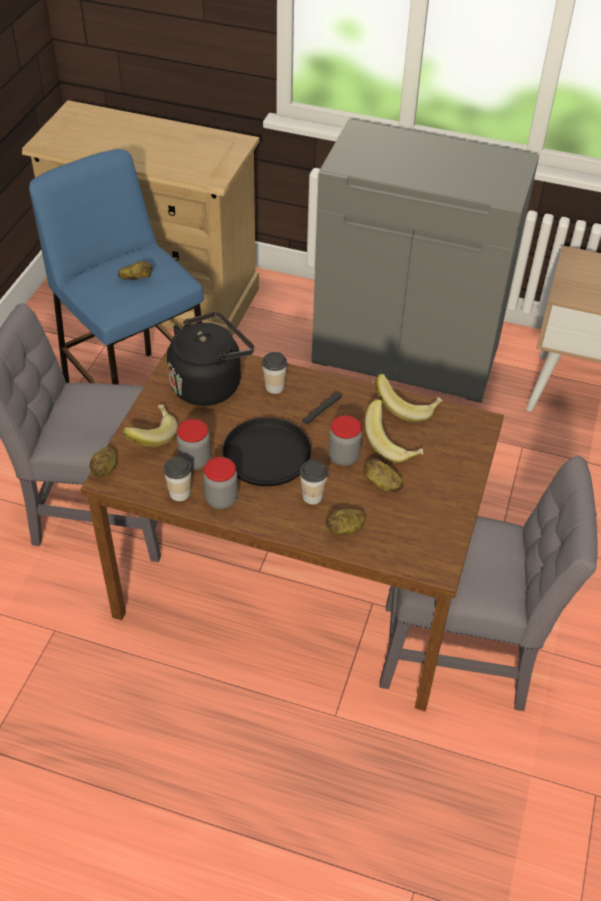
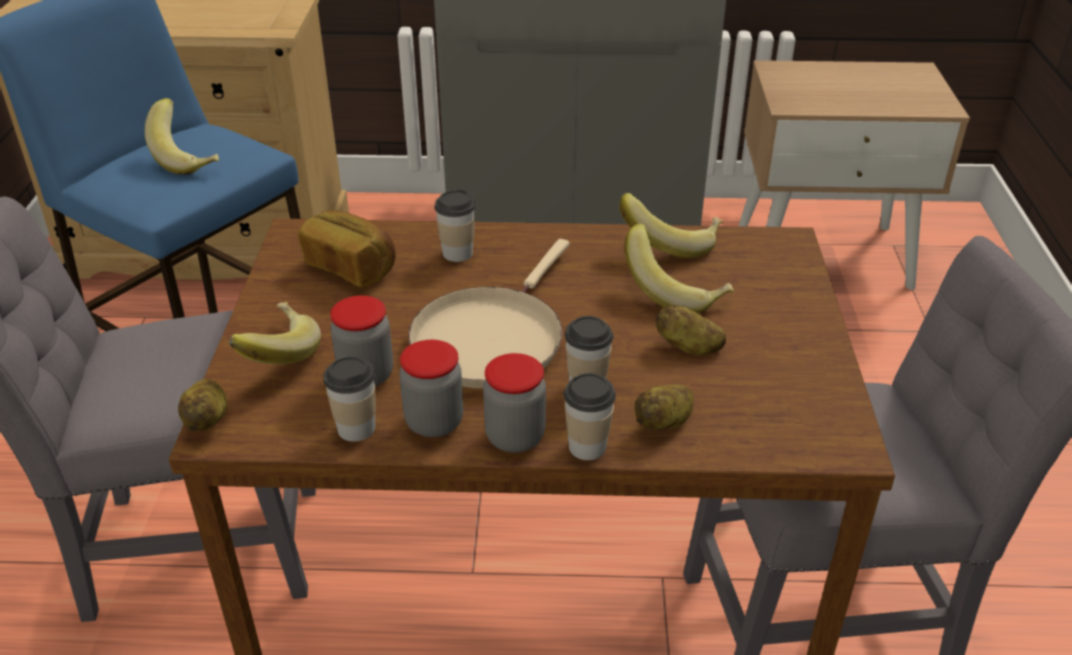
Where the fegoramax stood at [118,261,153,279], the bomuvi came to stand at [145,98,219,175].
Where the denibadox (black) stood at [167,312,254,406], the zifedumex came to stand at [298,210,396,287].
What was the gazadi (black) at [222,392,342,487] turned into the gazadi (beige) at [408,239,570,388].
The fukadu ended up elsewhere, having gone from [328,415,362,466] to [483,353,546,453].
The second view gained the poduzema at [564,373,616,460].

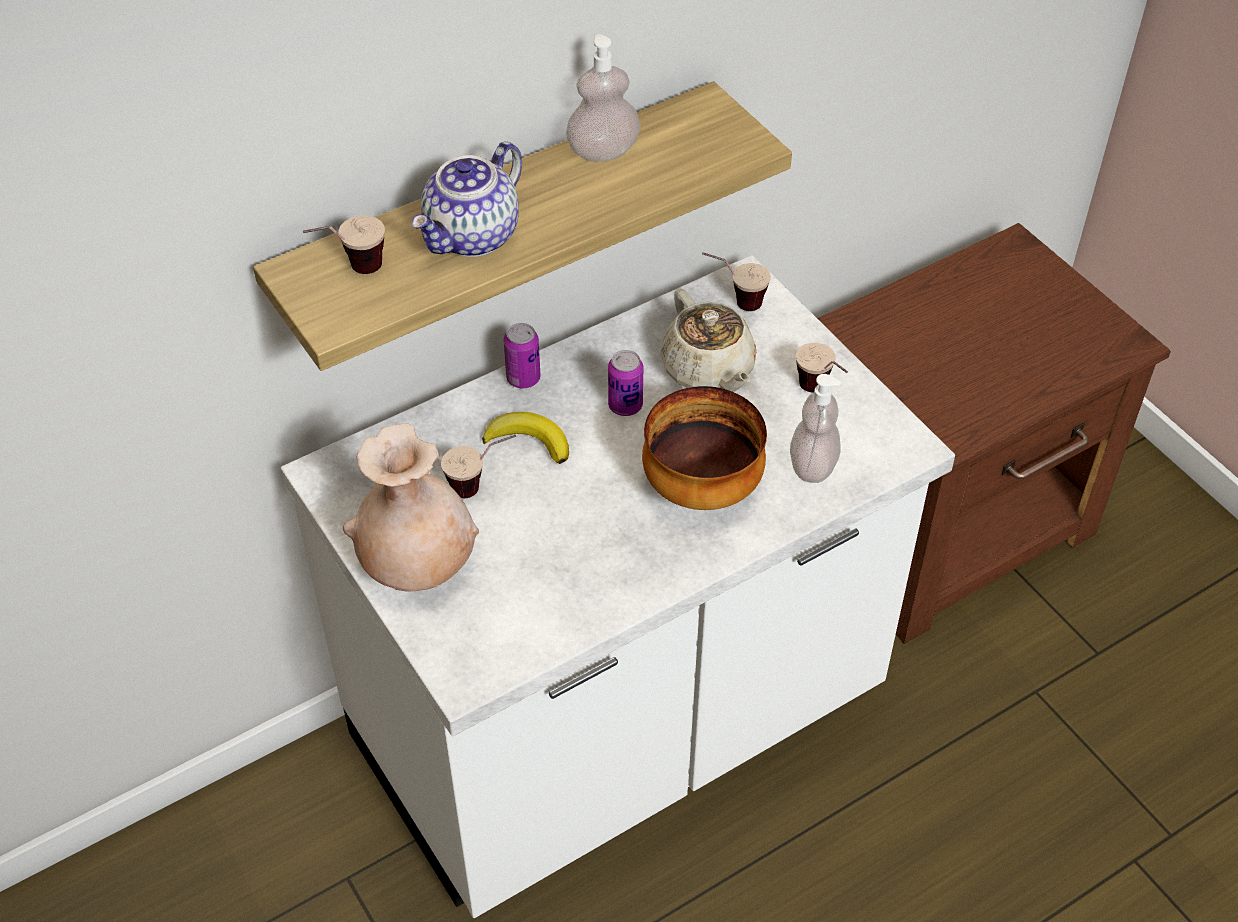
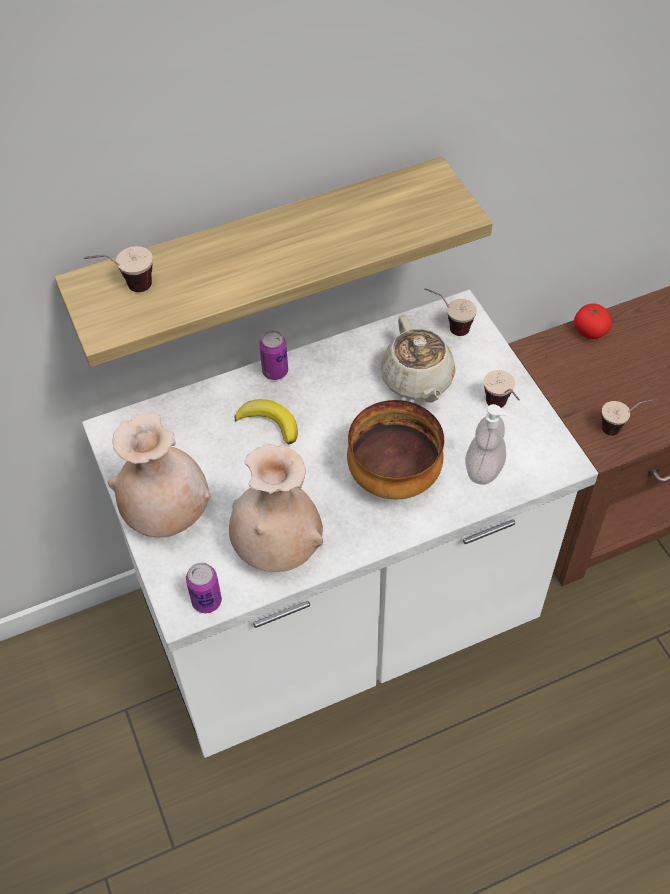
The second view lost the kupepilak at [566,34,641,162].
The second view lost the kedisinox at [411,141,522,257].
The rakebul ended up elsewhere, having gone from [608,350,643,416] to [186,563,222,613].
The poduzema ended up elsewhere, having gone from [441,435,516,498] to [602,398,658,436].
The second view gained the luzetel at [574,303,612,339].
The second view gained the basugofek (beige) at [229,445,323,572].

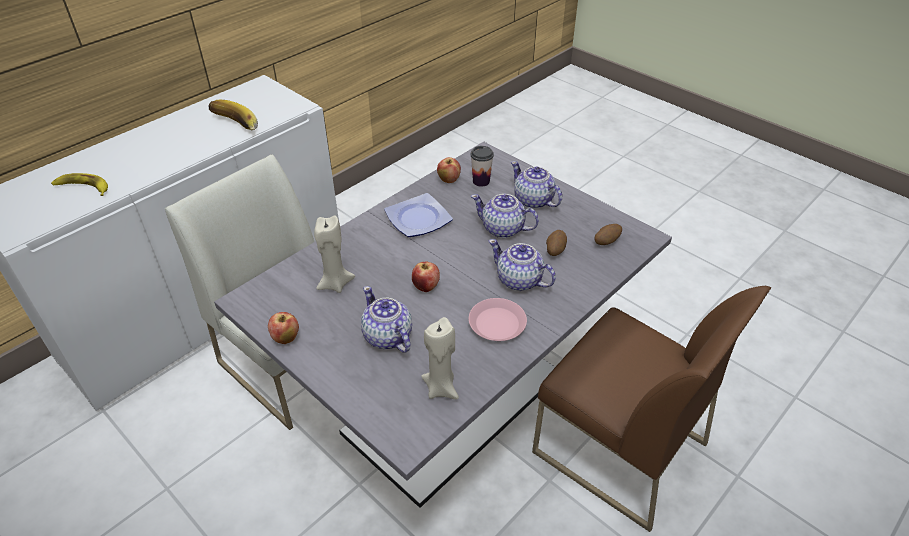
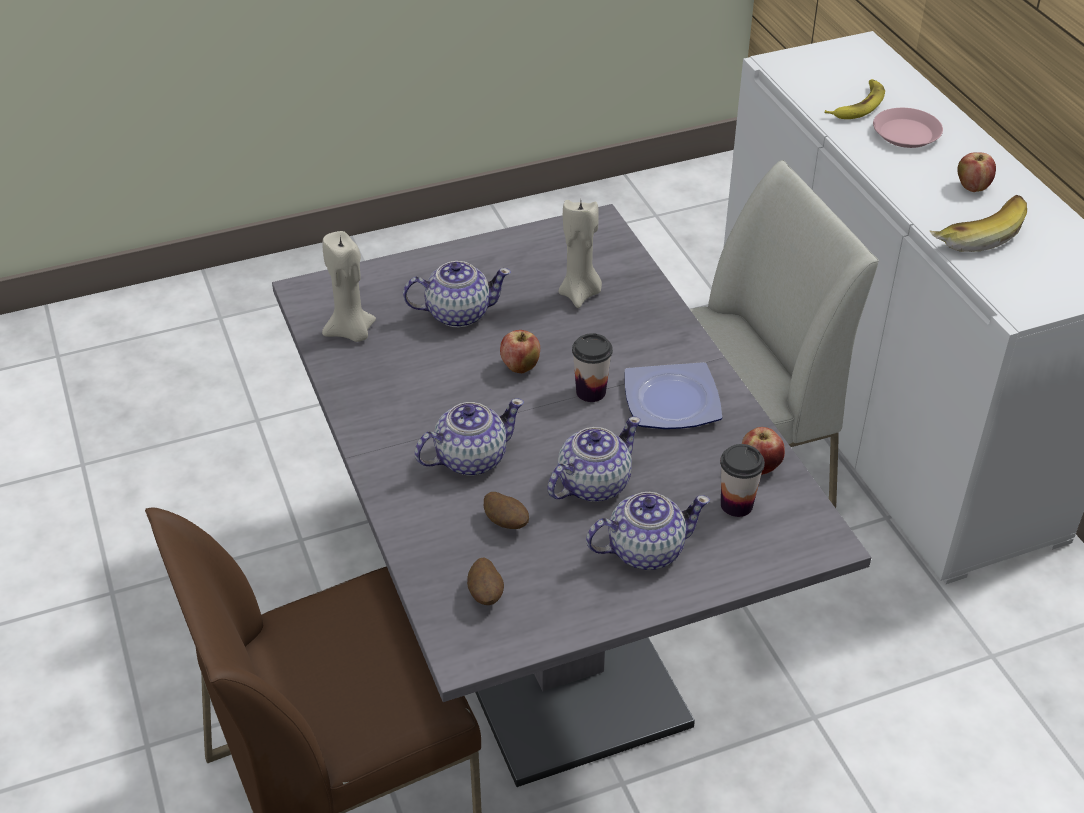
The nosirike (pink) ended up elsewhere, having gone from [469,298,527,341] to [873,108,943,148].
The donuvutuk ended up elsewhere, having gone from [268,312,299,344] to [957,153,996,192].
The second view gained the poduzema at [572,333,613,402].

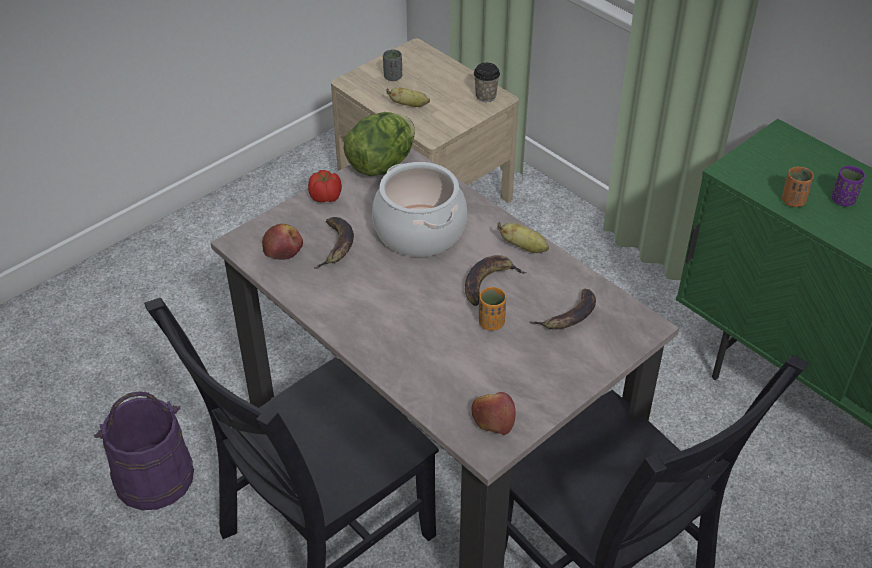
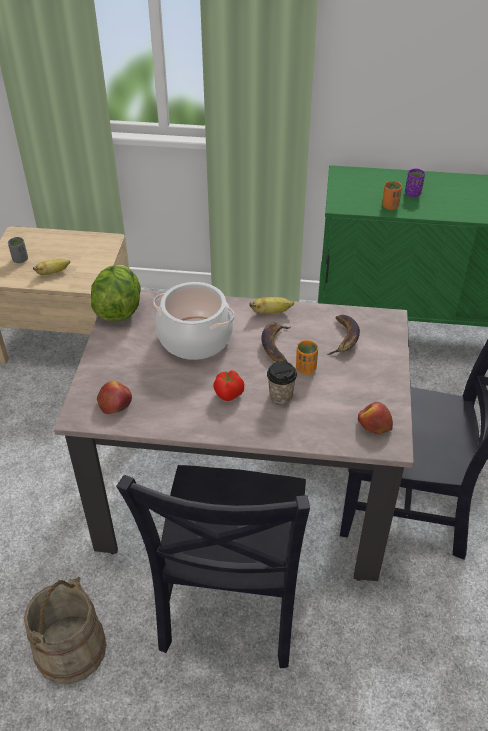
The poduzema ended up elsewhere, having gone from [474,63,500,102] to [267,361,297,404].
The luzetel ended up elsewhere, having gone from [308,170,342,202] to [213,371,244,401].
The second view lost the bomuvi at [314,217,354,269].
What was the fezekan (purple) at [94,391,194,510] turned into the fezekan (beige) at [24,576,106,684].

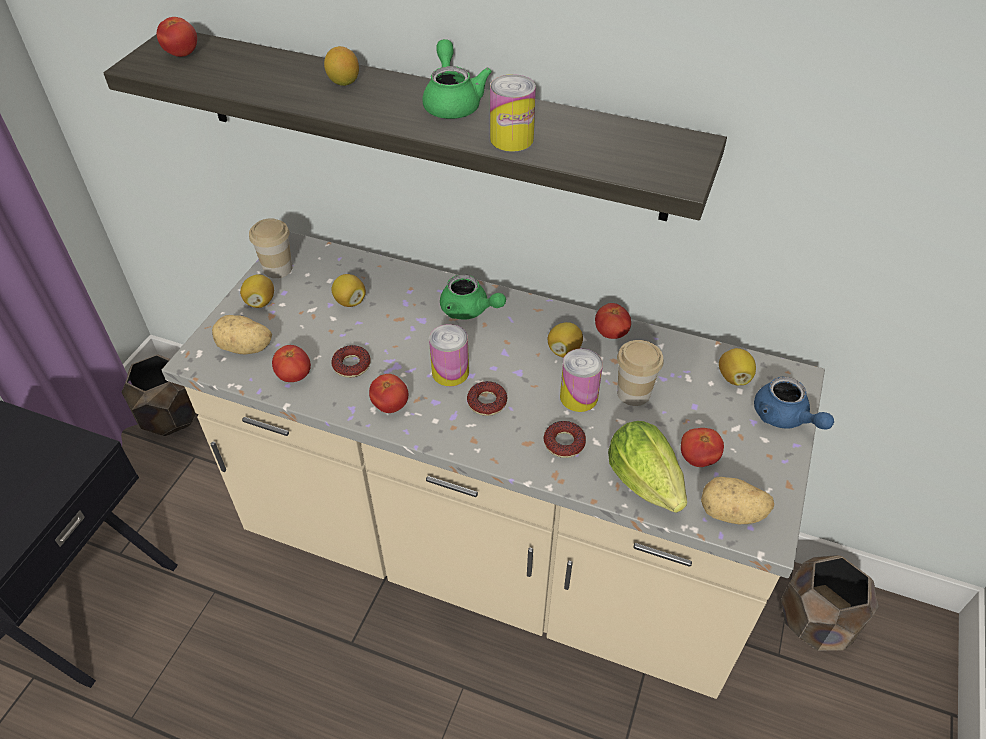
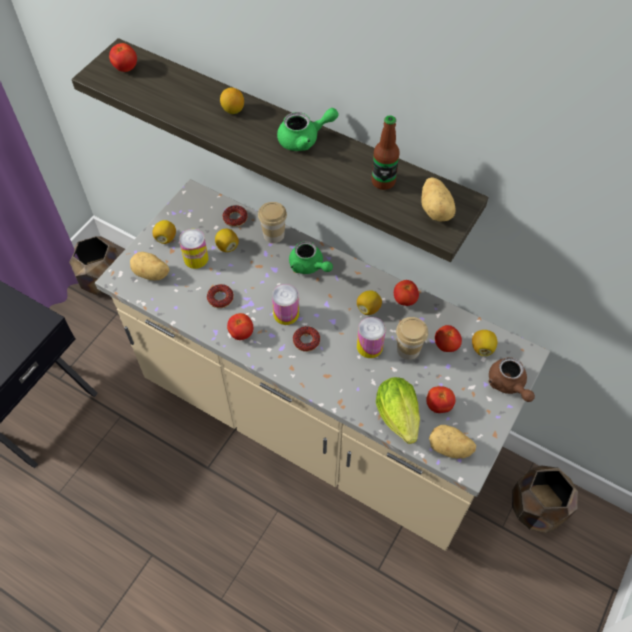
The kedisinox (green) at [422,39,492,119] ended up facing another way, 75 degrees clockwise from before.
The rakebul ended up elsewhere, having gone from [490,74,536,152] to [179,229,209,269].
The poduzema ended up elsewhere, having gone from [249,218,292,278] to [258,202,287,243].
The luzetel ended up elsewhere, having gone from [272,345,311,382] to [435,325,462,352].
What was the kedisinox (blue) at [754,377,834,429] turned into the kedisinox (brown) at [488,357,535,402].
The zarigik ended up elsewhere, having gone from [543,421,586,458] to [223,205,248,227].
The second view gained the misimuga at [371,115,400,190].
The second view gained the fegoramax at [421,177,456,222].

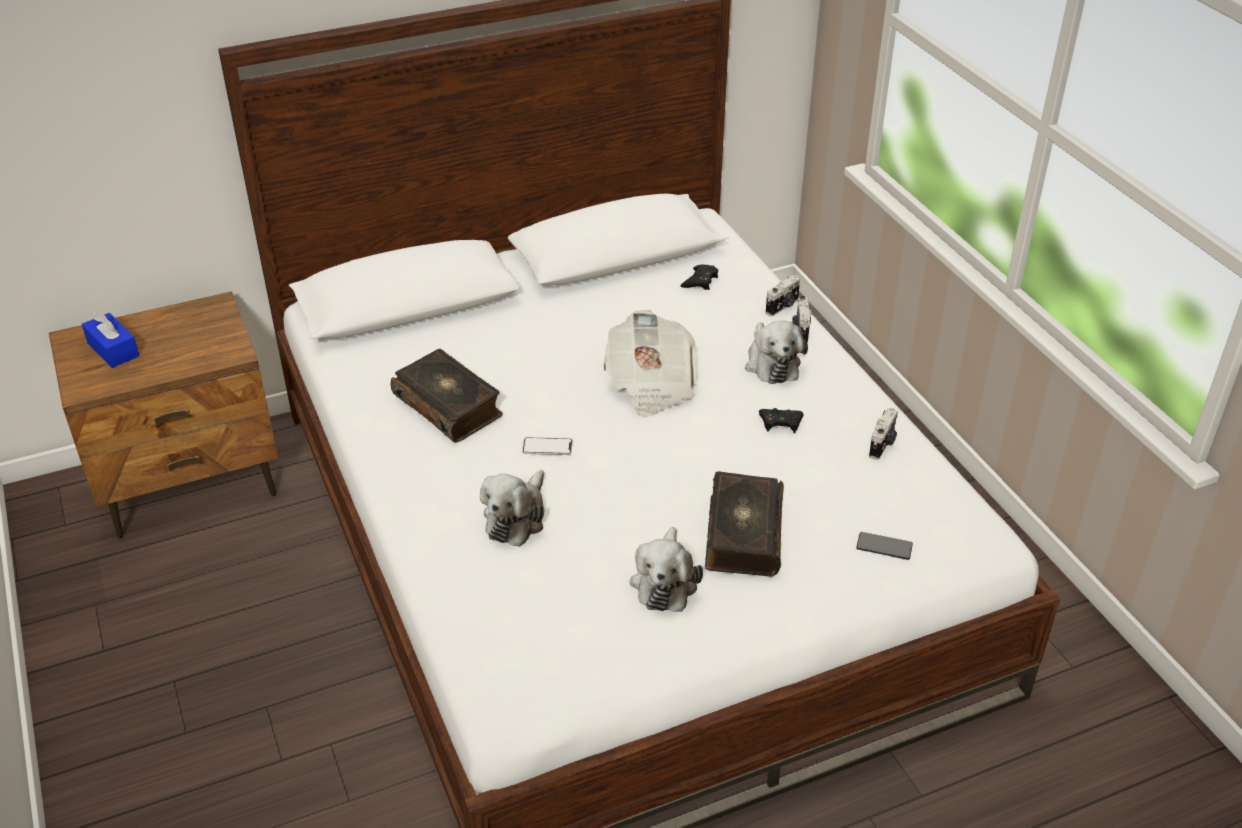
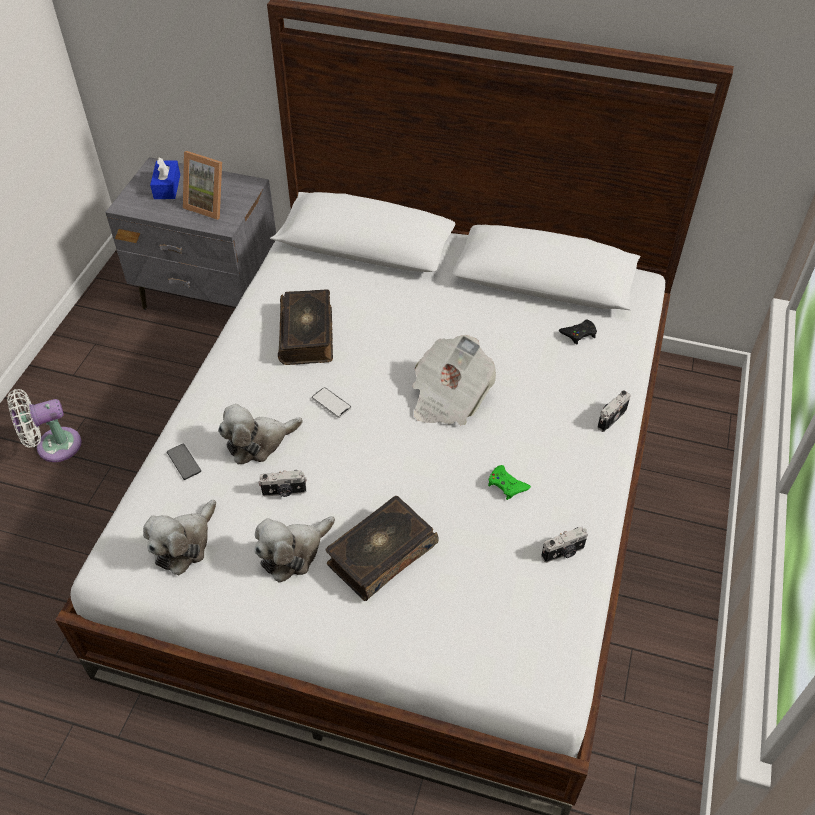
The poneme ended up elsewhere, having gone from [766,275,800,316] to [258,470,307,497].
What was the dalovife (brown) at [49,291,279,538] turned into the dalovife (grey) at [105,157,276,310].
The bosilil ended up elsewhere, having gone from [745,321,808,384] to [143,499,216,575].
What was the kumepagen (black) at [759,408,804,433] turned into the kumepagen (green) at [488,465,531,500].
The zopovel ended up elsewhere, having gone from [856,532,913,560] to [167,444,201,480].
The second view gained the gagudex at [183,151,222,220].
The second view gained the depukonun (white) at [7,389,82,462].

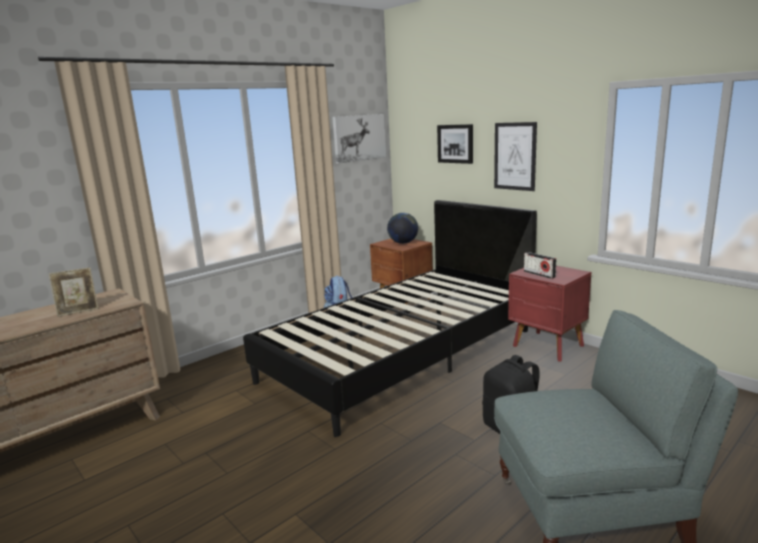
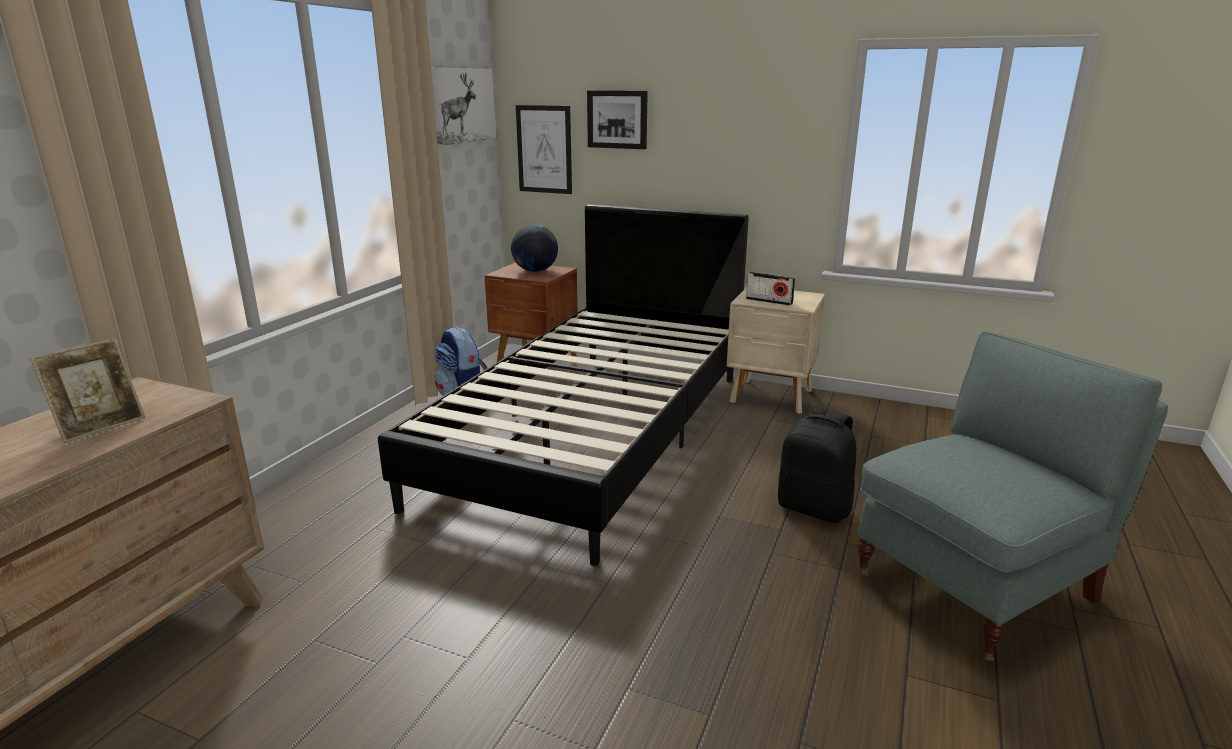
The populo ended up elsewhere, having gone from [494,122,537,191] to [516,105,572,194].
What was the dalovife (red) at [508,266,591,361] turned into the dalovife (beige) at [727,287,825,414].

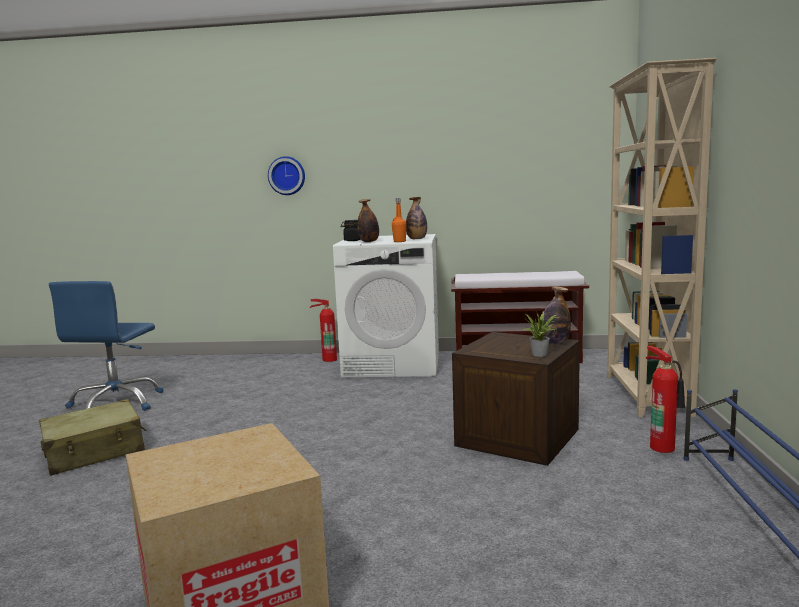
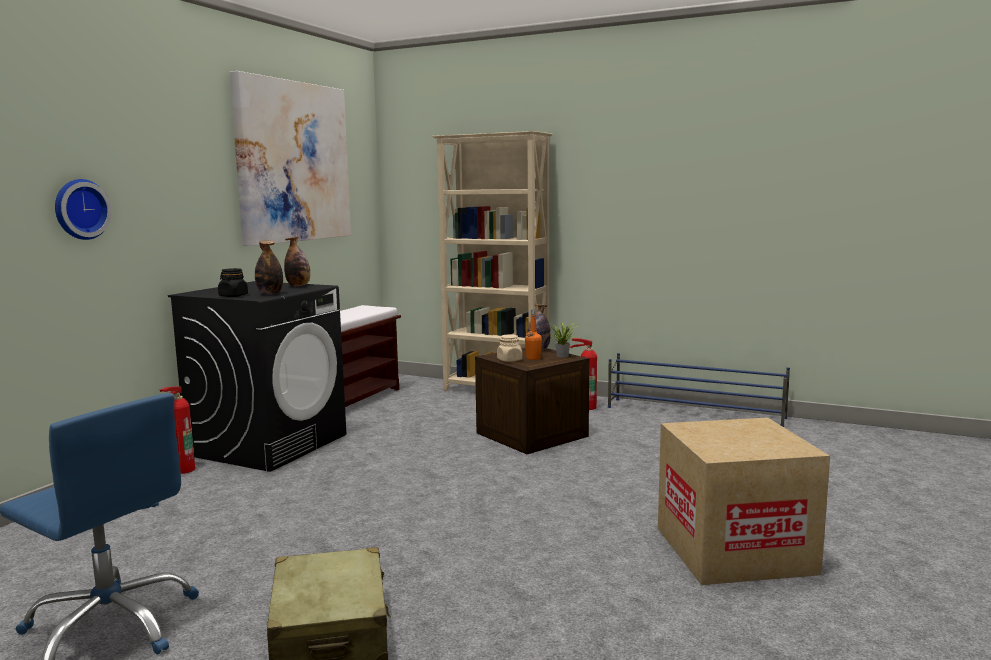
The misimuga (orange) ended up elsewhere, having gone from [392,198,407,242] to [525,310,542,360].
What was the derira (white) at [333,234,439,377] turned into the derira (black) at [168,281,346,472].
The second view gained the populo at [229,71,351,246].
The second view gained the fukadu (beige) at [497,334,522,362].

